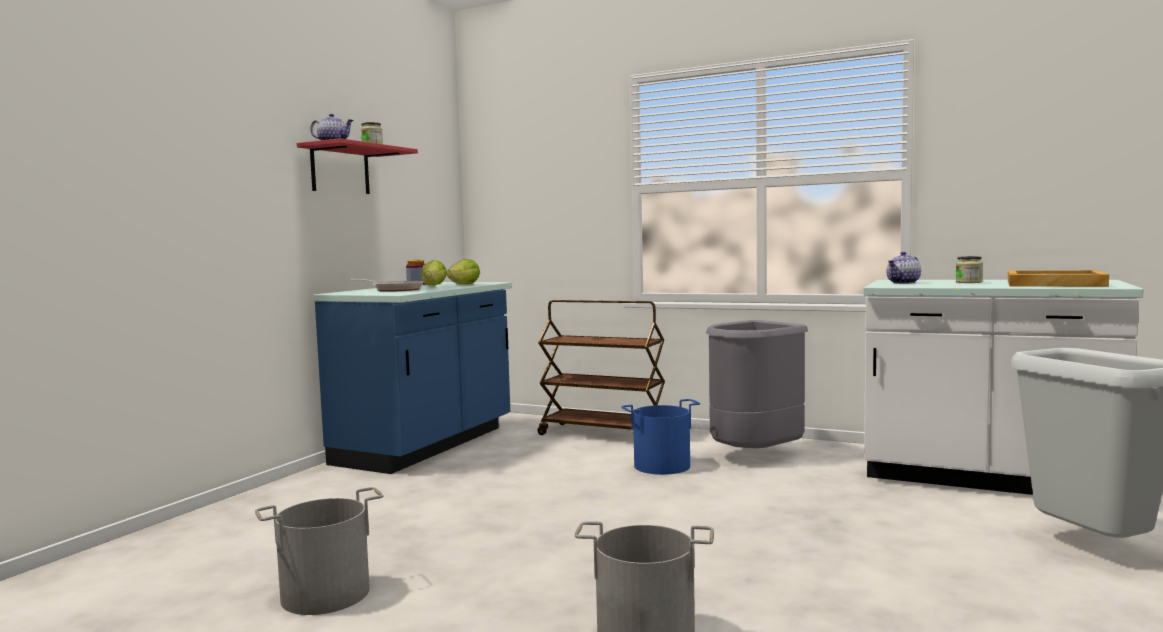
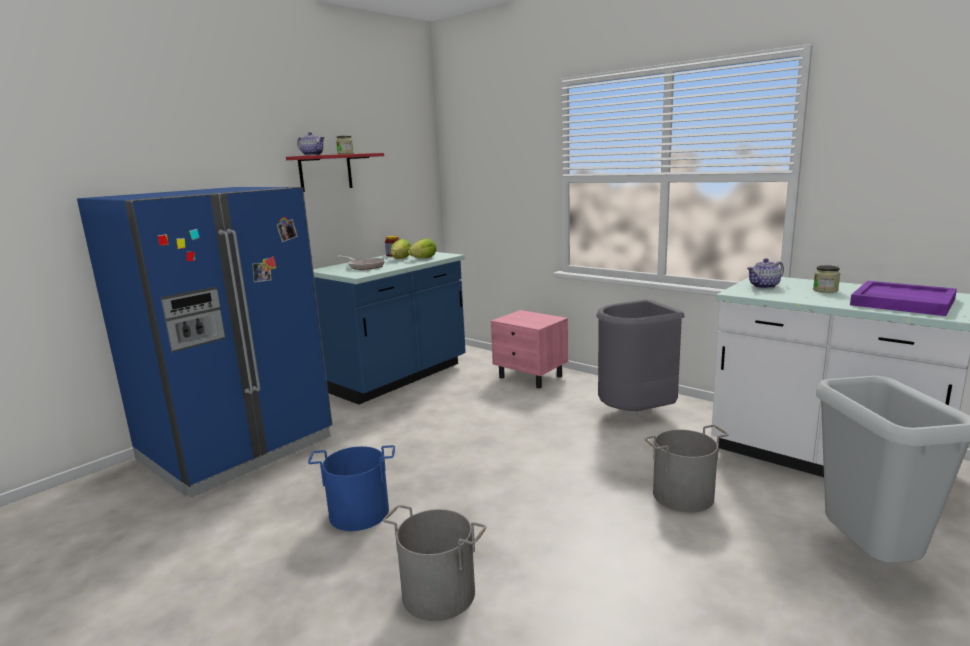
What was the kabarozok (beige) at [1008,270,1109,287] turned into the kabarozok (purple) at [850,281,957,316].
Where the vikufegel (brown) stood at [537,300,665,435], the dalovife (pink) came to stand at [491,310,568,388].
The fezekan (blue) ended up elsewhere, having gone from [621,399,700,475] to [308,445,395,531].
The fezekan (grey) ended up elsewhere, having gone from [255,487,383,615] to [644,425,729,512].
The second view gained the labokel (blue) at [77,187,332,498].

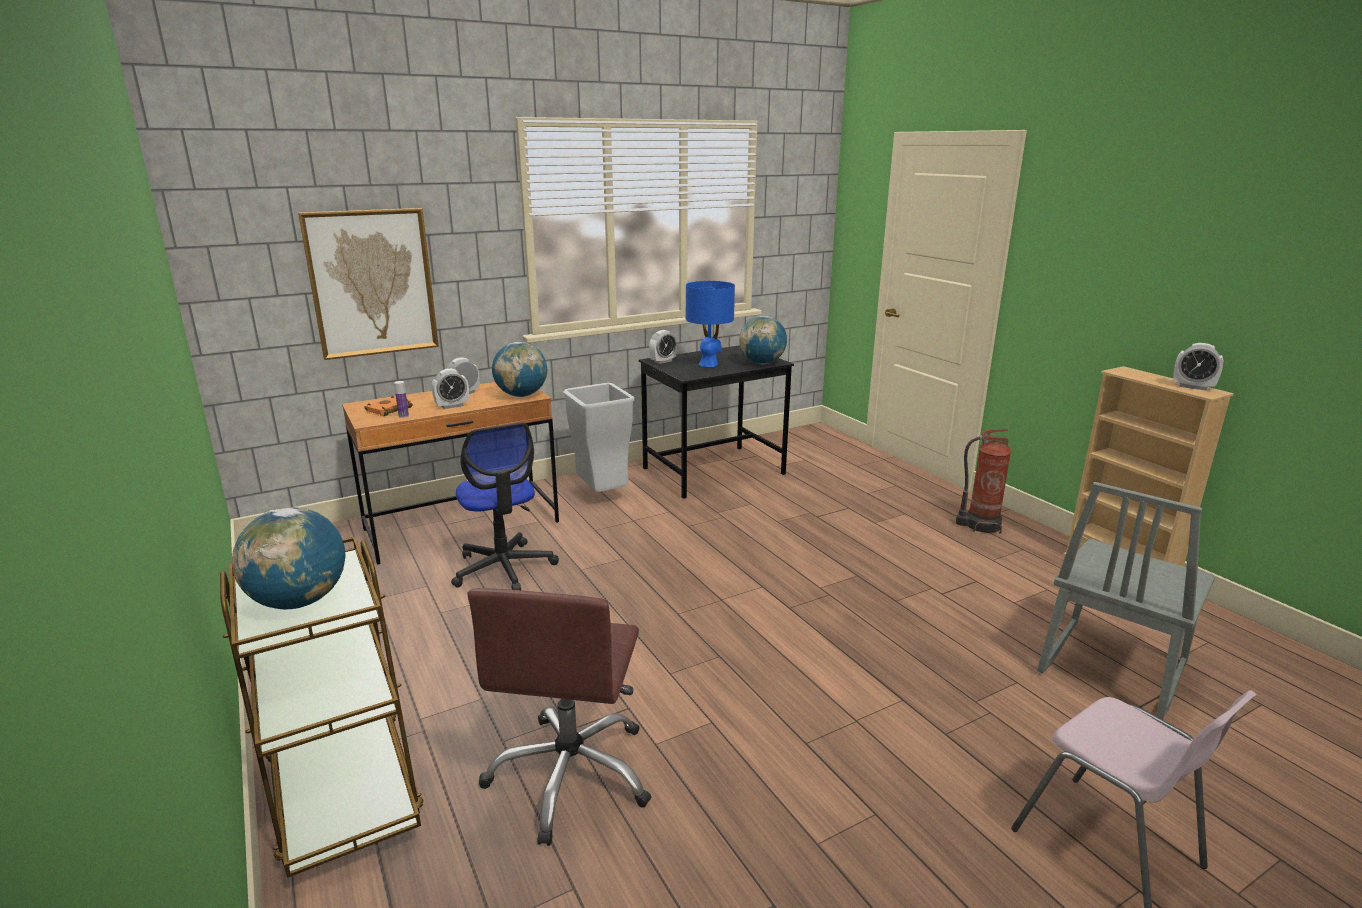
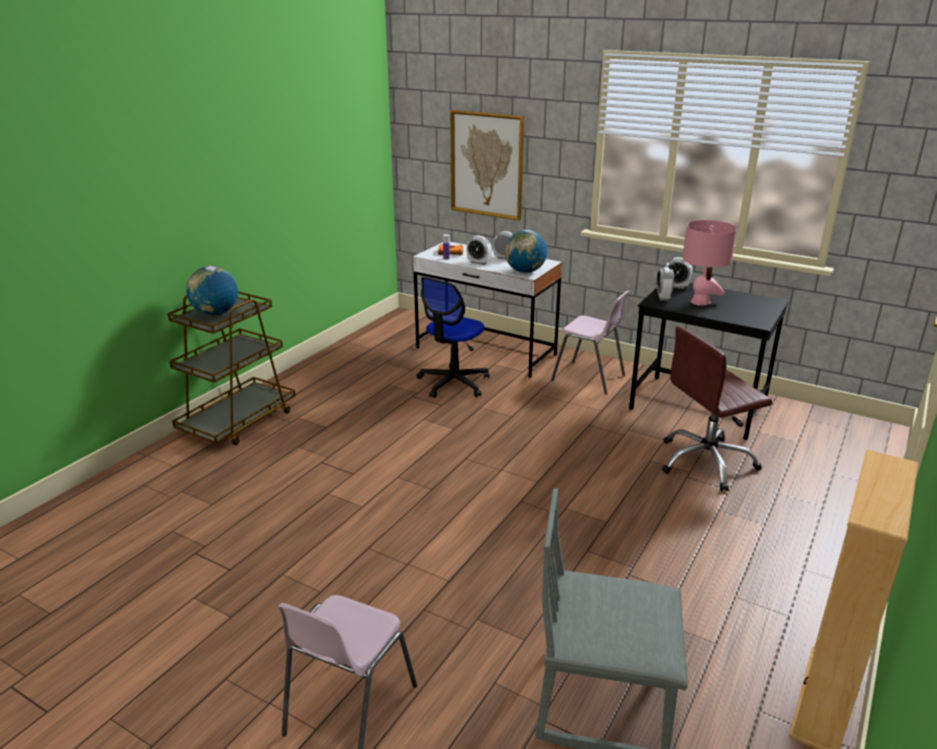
What was the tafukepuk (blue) at [686,281,735,367] turned into the tafukepuk (pink) at [682,220,737,306].
The second view lost the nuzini at [739,316,787,364].
The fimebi ended up elsewhere, having gone from [1173,343,1223,391] to [656,267,674,301].
What was the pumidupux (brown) at [342,382,559,565] turned into the pumidupux (white) at [413,242,562,378].
Where the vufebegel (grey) stood at [563,383,635,492], the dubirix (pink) came to stand at [551,291,629,395].
The second view lost the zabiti at [956,429,1012,534].
The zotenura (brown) ended up elsewhere, having gone from [467,588,651,846] to [662,326,772,491].

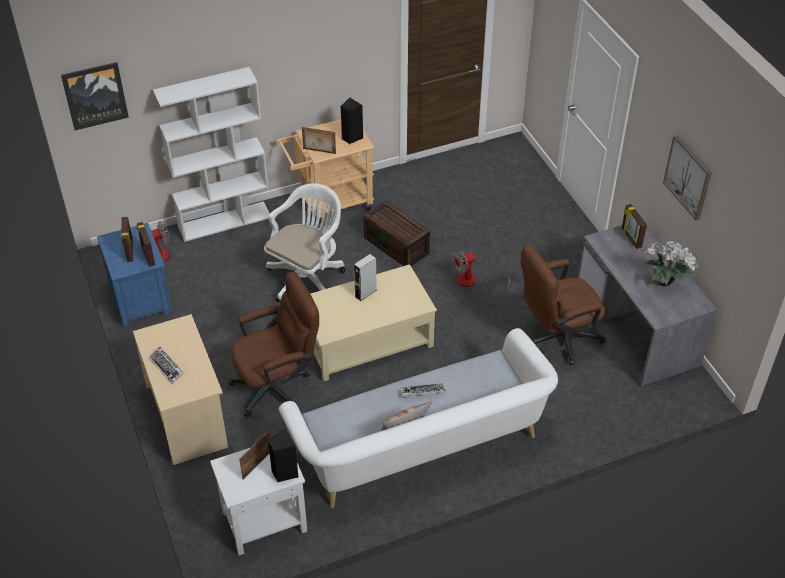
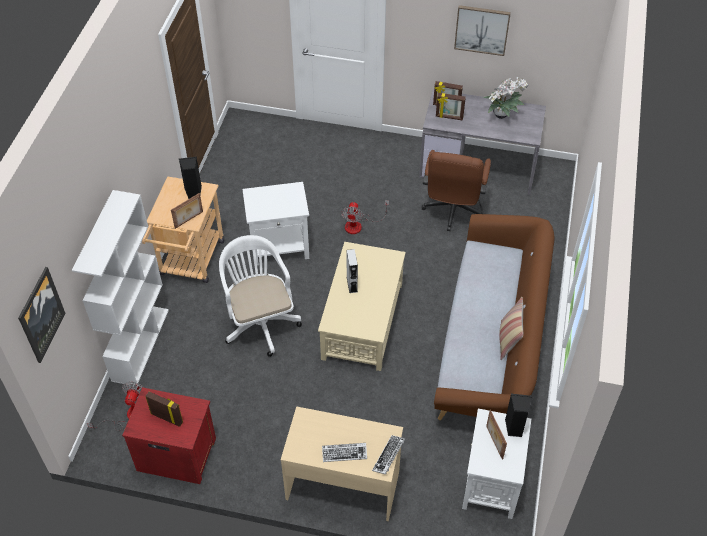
Where the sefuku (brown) stood at [363,201,430,266], the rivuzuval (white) came to stand at [242,182,309,266].
The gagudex ended up elsewhere, having gone from [136,222,155,267] to [436,93,466,120].
What was the dalovife (blue) at [97,223,172,327] turned into the dalovife (red) at [122,387,216,484].
The second view lost the zotenura (brown) at [229,272,319,417].
What was the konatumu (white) at [279,328,558,508] turned into the konatumu (brown) at [434,214,554,420].
The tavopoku ended up elsewhere, having gone from [401,383,446,397] to [372,435,405,475].

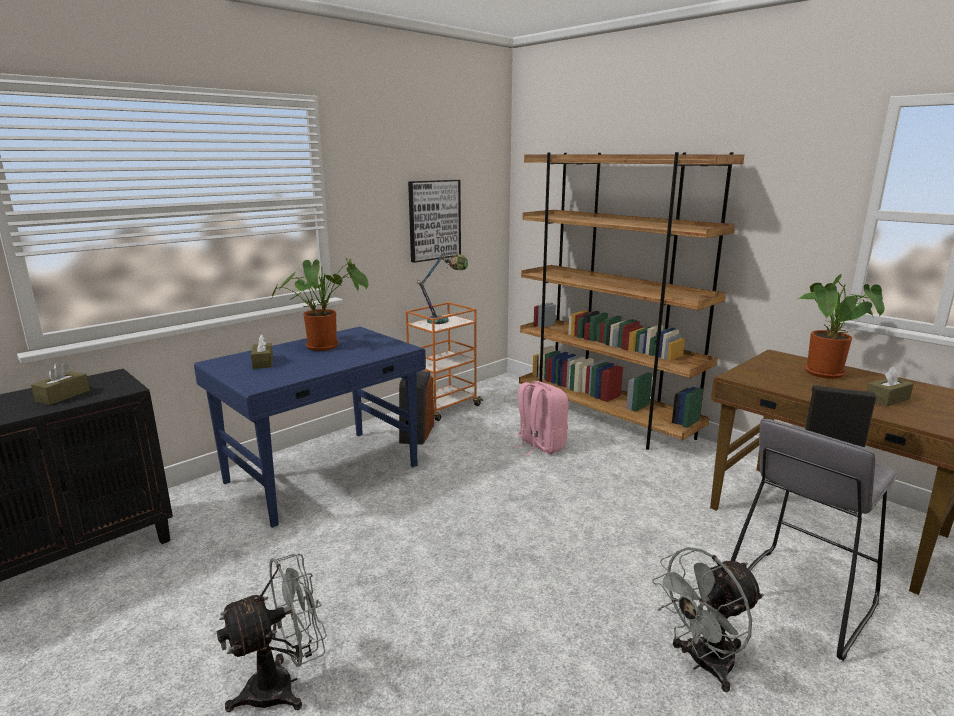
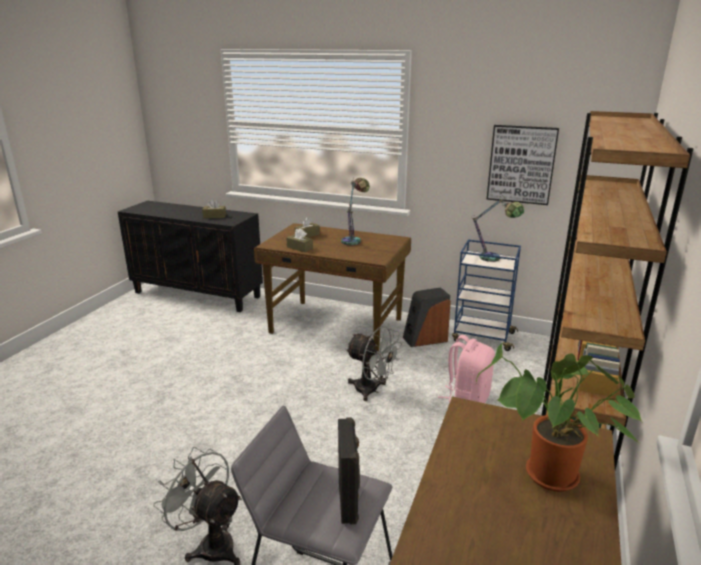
Where the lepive stood at [272,258,369,351], the tafukepuk came to stand at [341,178,370,245].
What was the vikufegel (orange) at [406,302,483,421] turned into the vikufegel (blue) at [452,240,521,351].
What was the pumidupux (blue) at [194,327,426,528] turned into the pumidupux (brown) at [254,223,411,351].
The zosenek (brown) ended up elsewhere, having gone from [867,366,914,407] to [287,228,313,252].
The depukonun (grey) ended up elsewhere, having gone from [217,554,327,712] to [346,326,402,401].

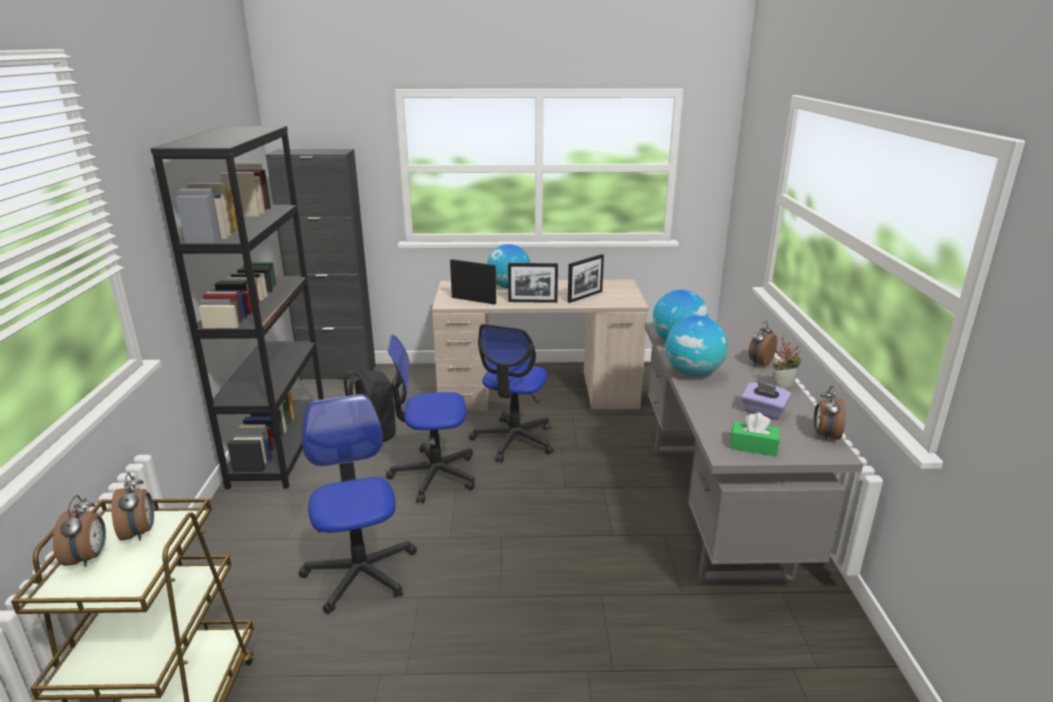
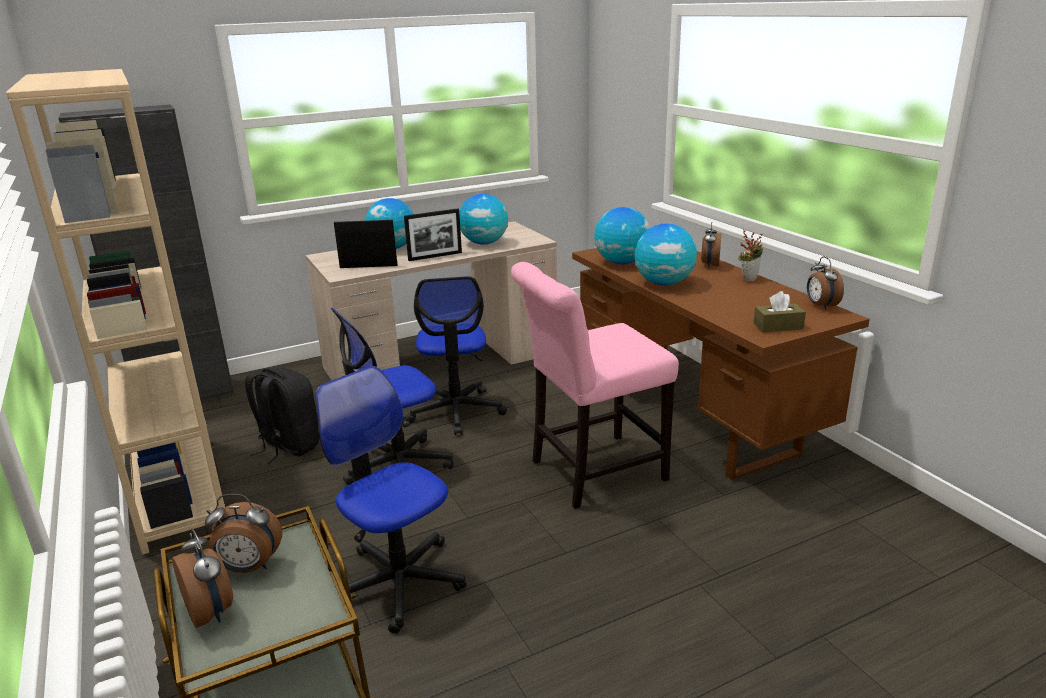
What was the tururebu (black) at [150,126,324,489] turned into the tururebu (beige) at [6,69,225,555].
Where the gagudex stood at [568,254,604,303], the nuzini came to stand at [459,194,508,245].
What was the pumidupux (grey) at [645,321,863,582] turned into the pumidupux (brown) at [572,248,870,481].
The second view lost the zosenek (purple) at [741,382,791,420].
What was the zosenek (green) at [730,413,780,456] turned into the zosenek (brown) at [753,291,806,332].
The fimebi at [111,473,154,541] ended up facing another way, 135 degrees clockwise from before.
The second view gained the dubirix (pink) at [511,262,679,509].

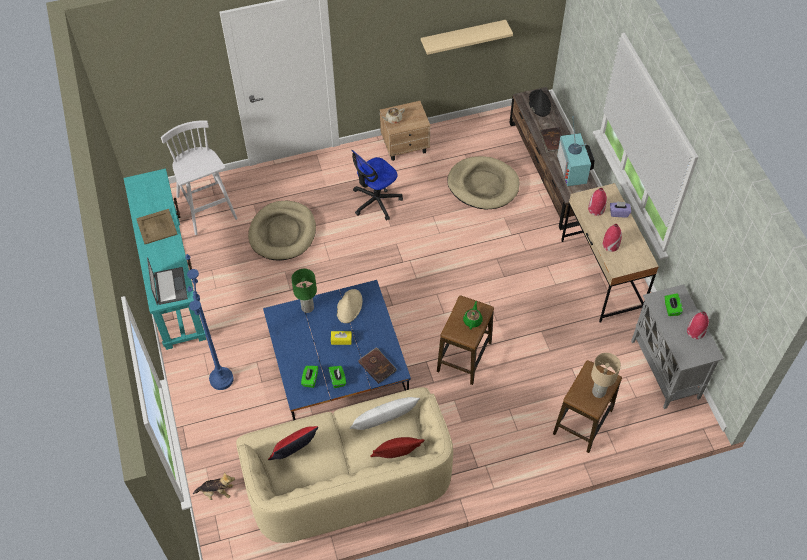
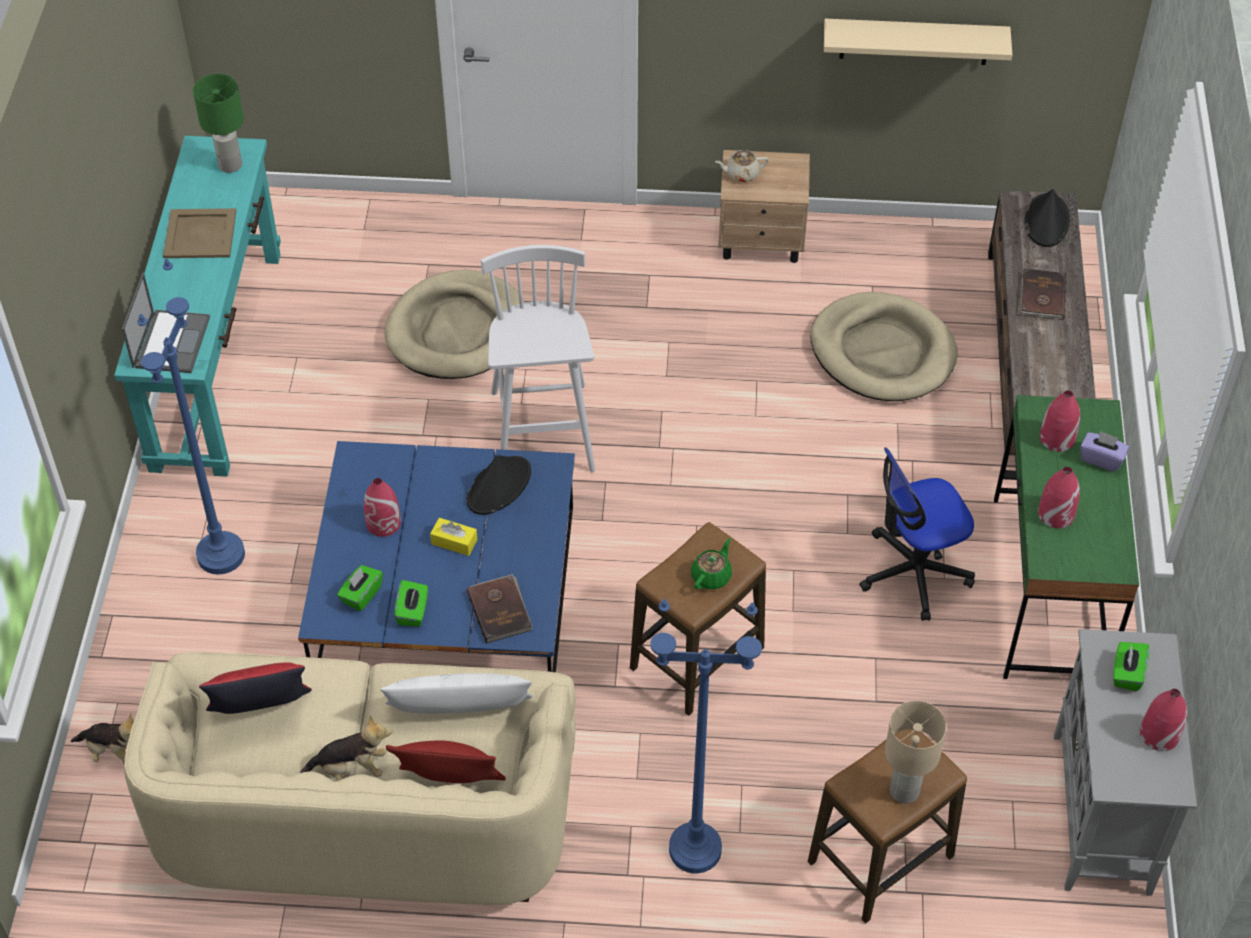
The second view lost the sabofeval at [557,116,594,186].
The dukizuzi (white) ended up elsewhere, having gone from [161,120,237,235] to [481,245,595,473].
The zotenura ended up elsewhere, having gone from [351,150,403,221] to [859,448,975,621].
What was the pumidupux (beige) at [561,183,659,322] turned into the pumidupux (green) at [994,395,1139,679].
The tafukepuk (green) ended up elsewhere, having gone from [291,269,317,313] to [193,74,244,173].
What was the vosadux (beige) at [337,289,362,323] turned into the vosadux (black) at [466,455,531,515].
The second view gained the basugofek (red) at [364,478,401,537].
The second view gained the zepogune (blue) at [650,599,762,873].
The second view gained the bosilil at [300,715,392,781].

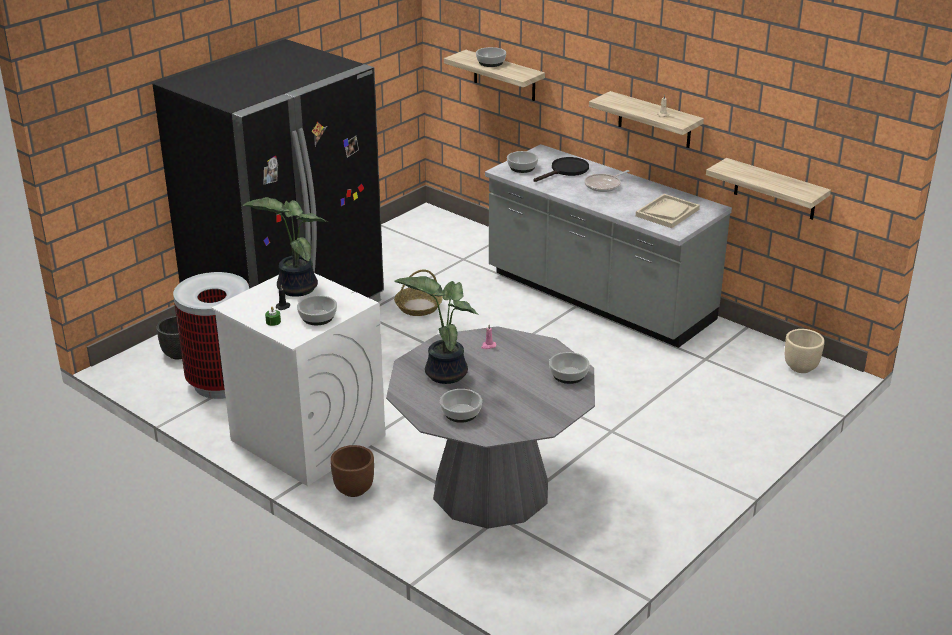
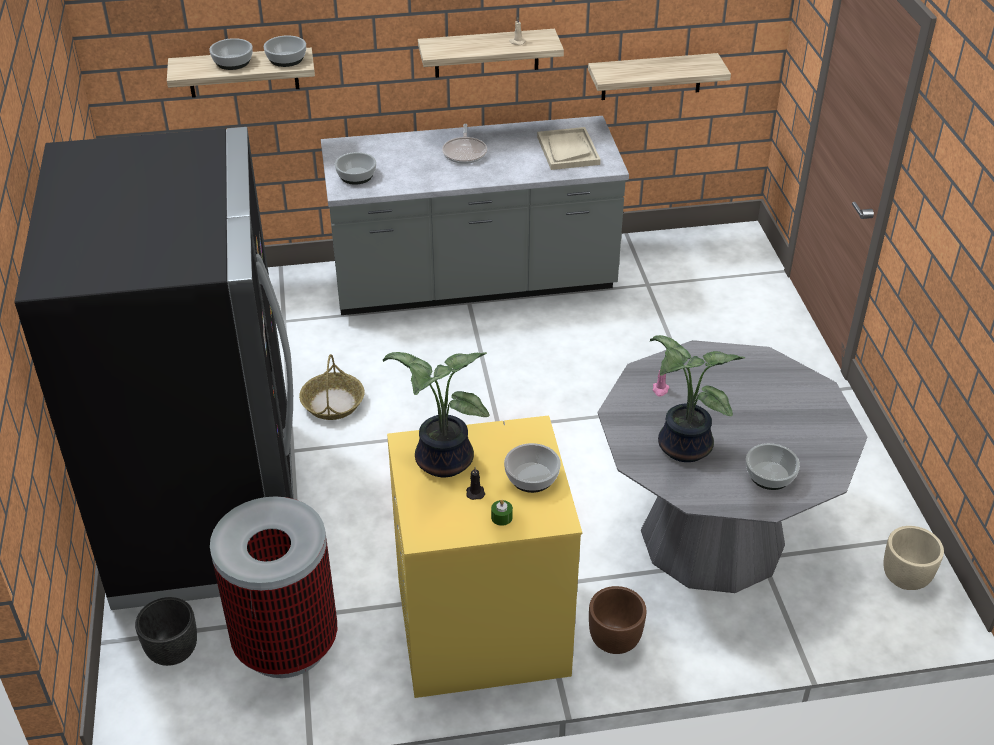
The second view lost the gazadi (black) at [534,157,589,182].
What was the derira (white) at [211,273,385,486] turned into the derira (yellow) at [387,416,582,698].
The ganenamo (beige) ended up elsewhere, having gone from [785,329,825,373] to [883,526,944,590].
The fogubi ended up elsewhere, having gone from [549,352,590,384] to [264,35,306,67].

